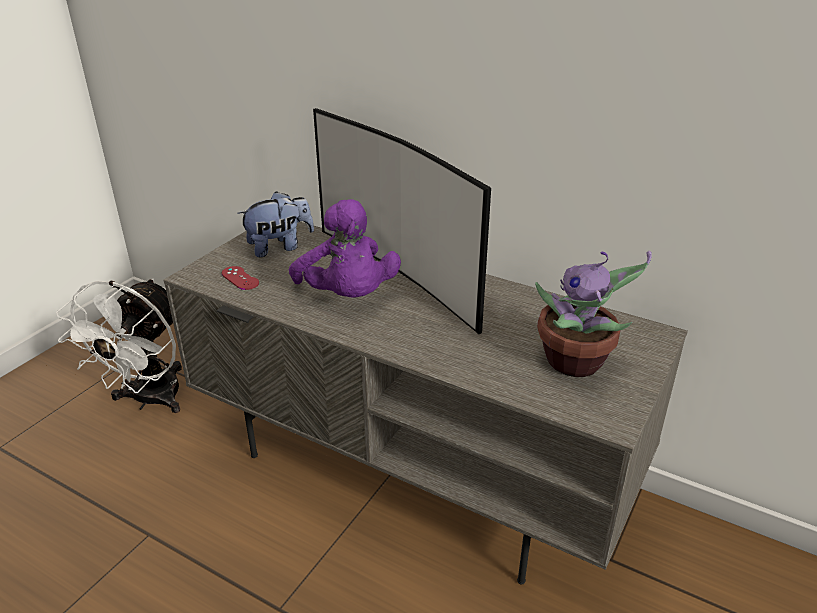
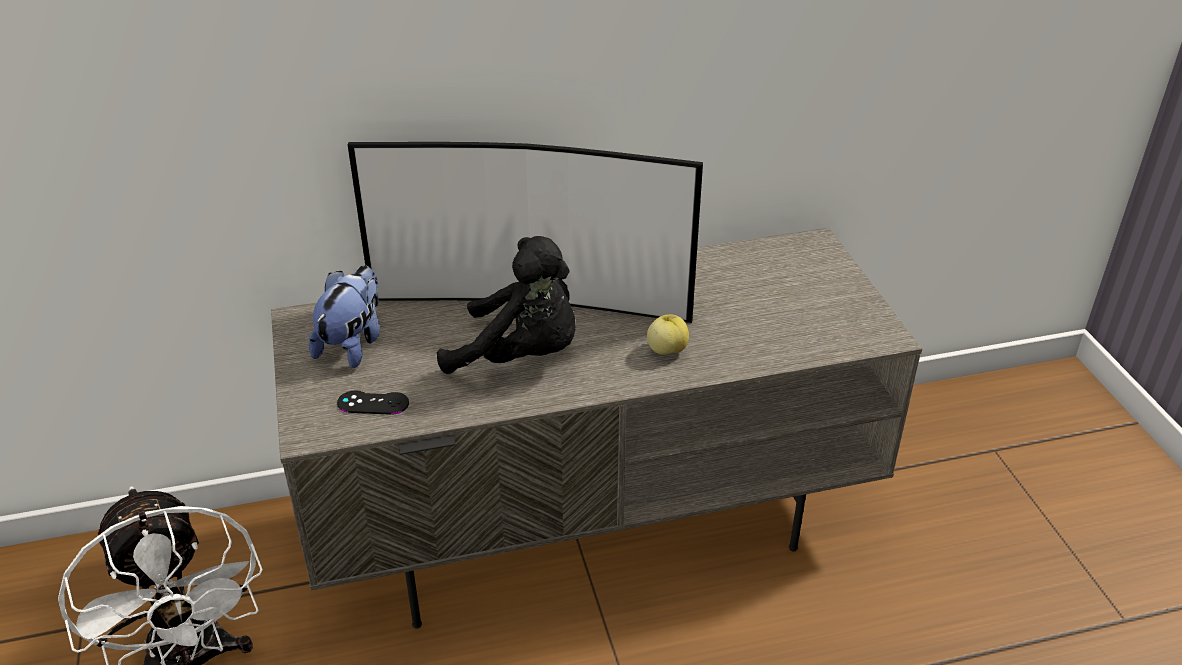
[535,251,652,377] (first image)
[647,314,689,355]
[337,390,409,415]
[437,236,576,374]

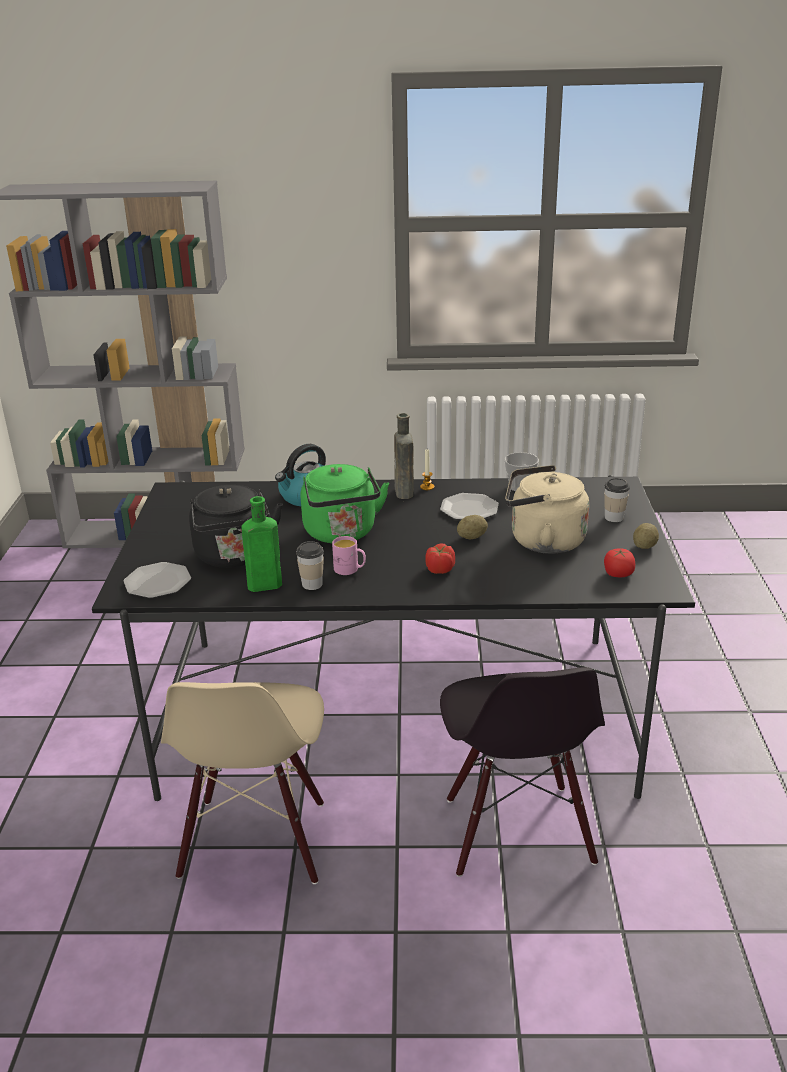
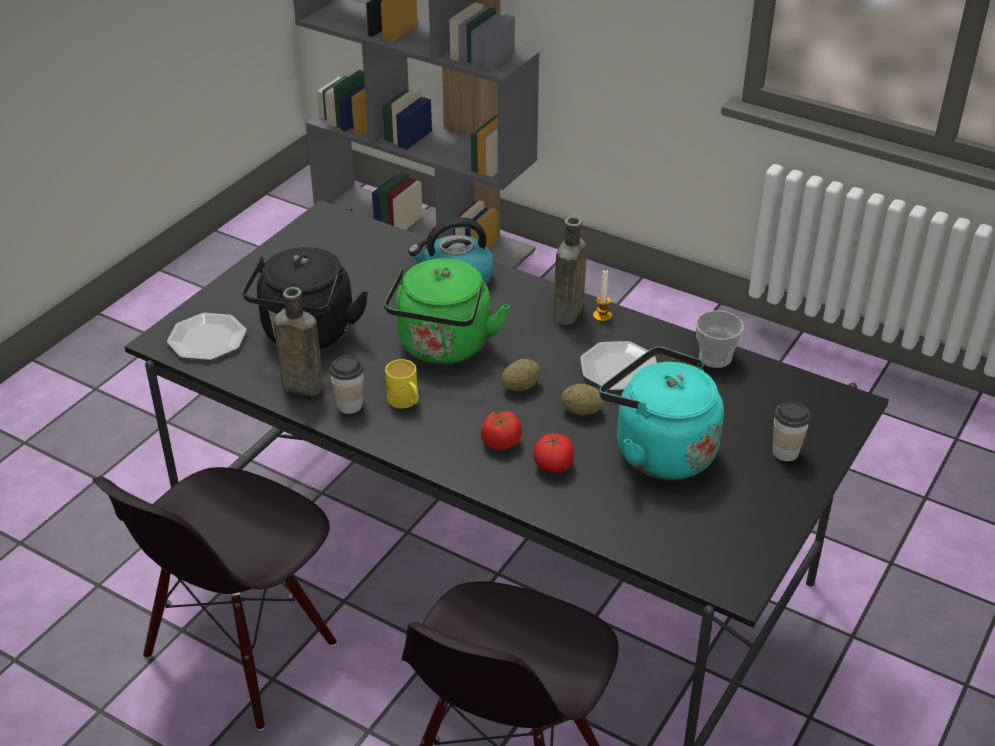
[533,433,574,473]
[501,359,541,391]
[93,467,337,731]
[273,287,323,396]
[385,359,419,409]
[599,347,724,480]

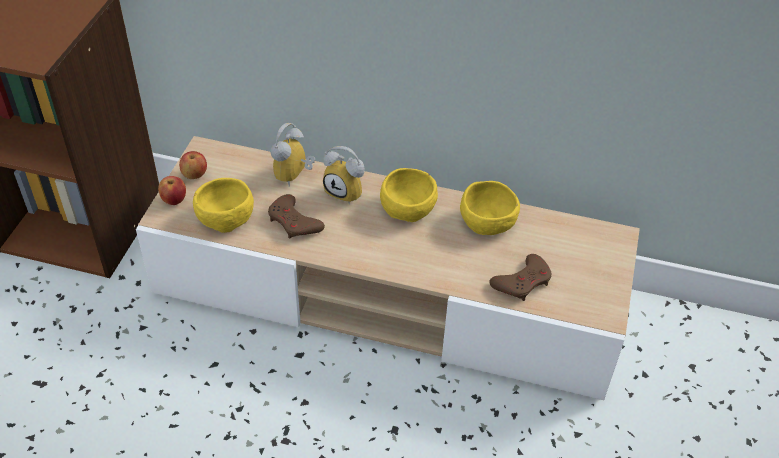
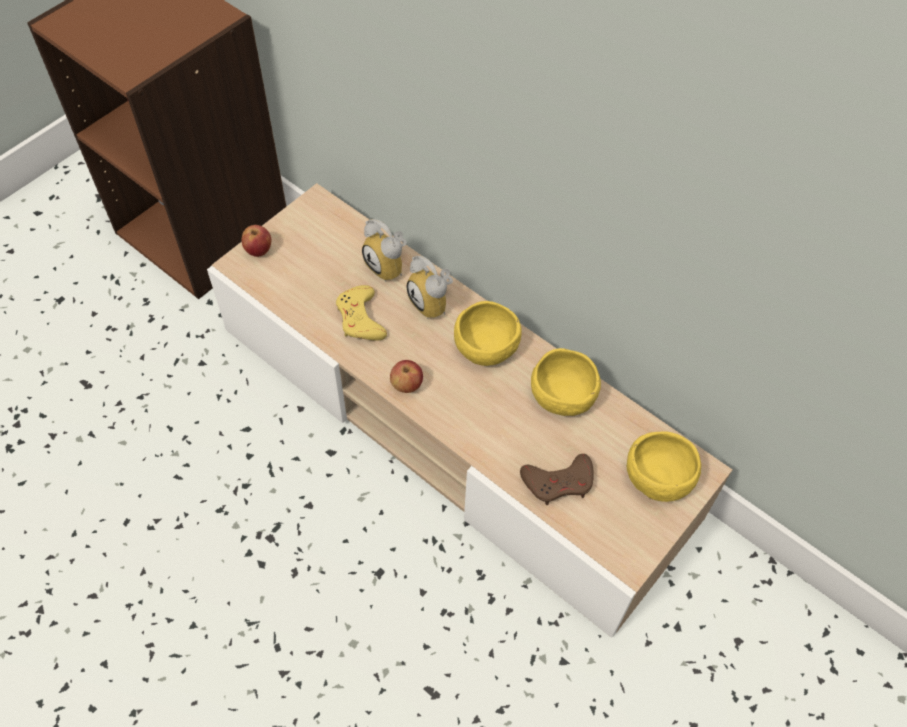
[390,360,423,393]
[627,431,701,502]
[336,285,387,341]
[362,219,407,282]

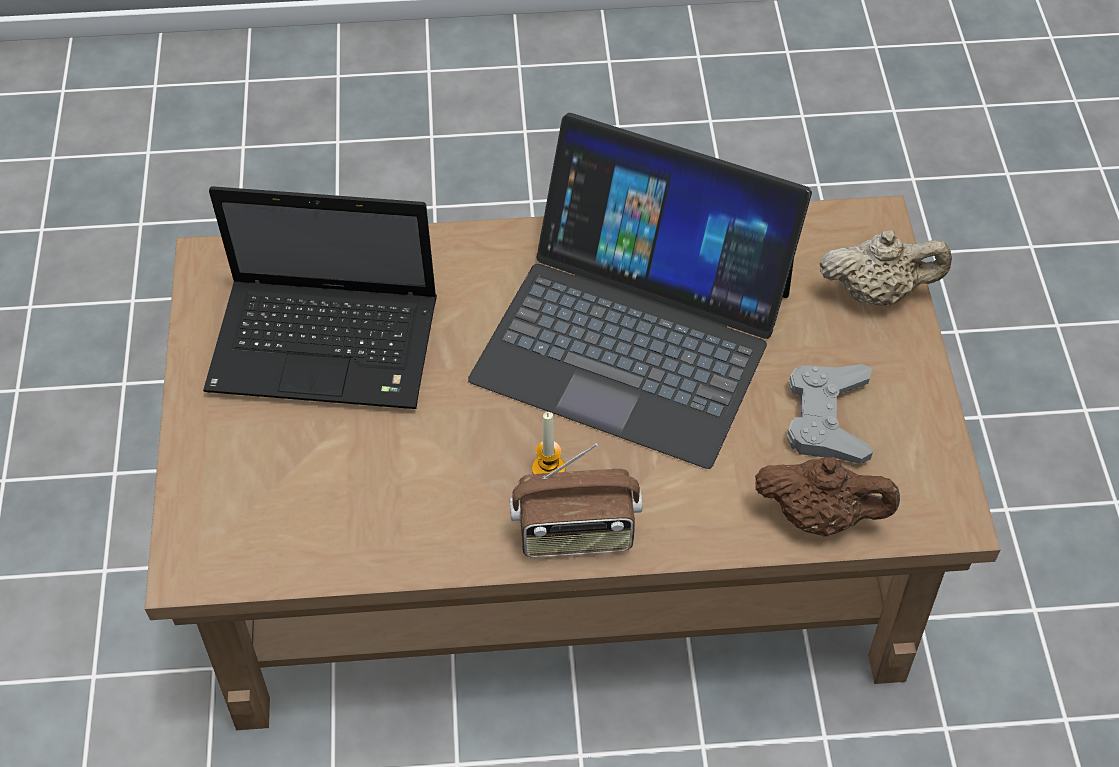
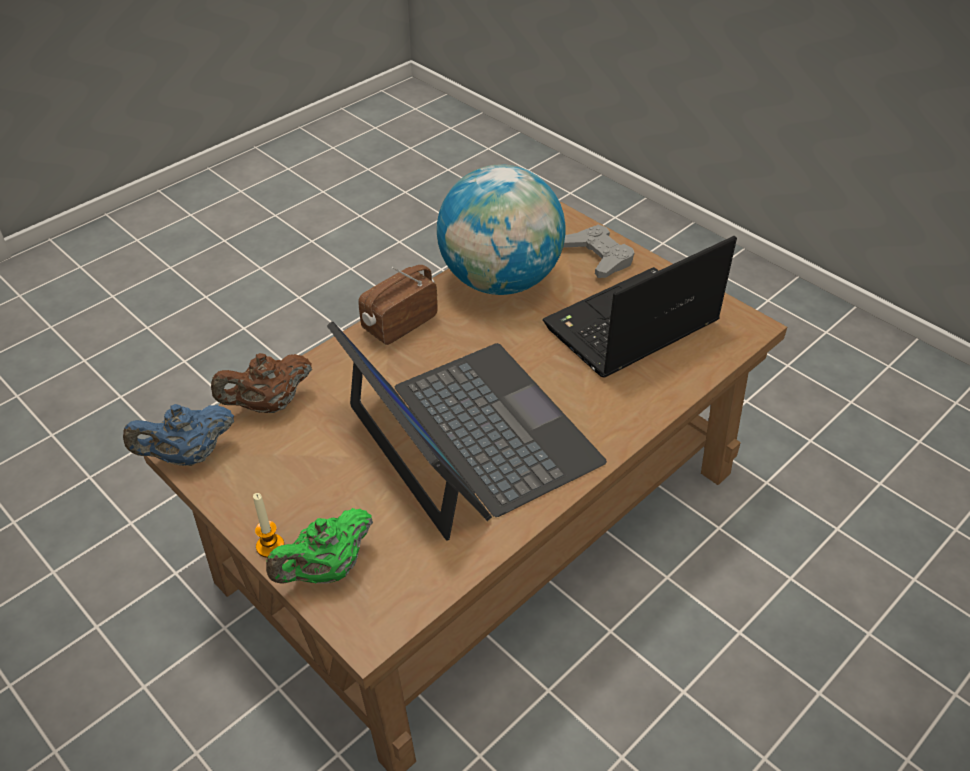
[123,404,234,466]
[437,164,565,295]
[253,493,284,558]
[563,225,634,278]
[266,508,373,584]
[327,321,607,541]

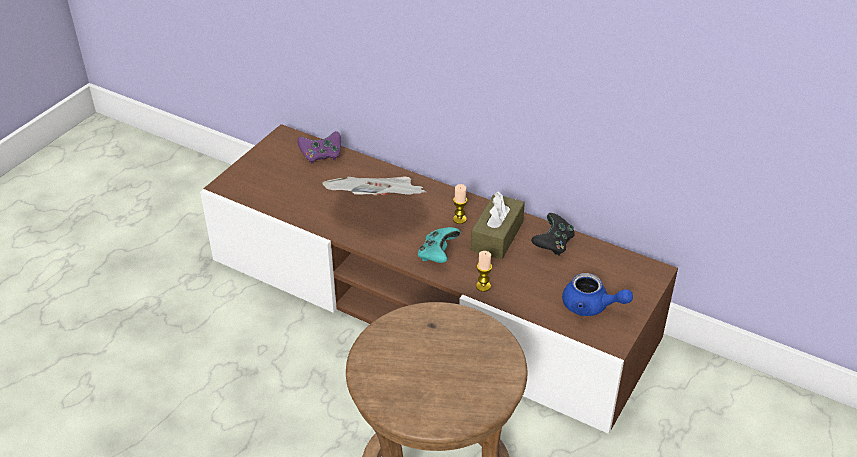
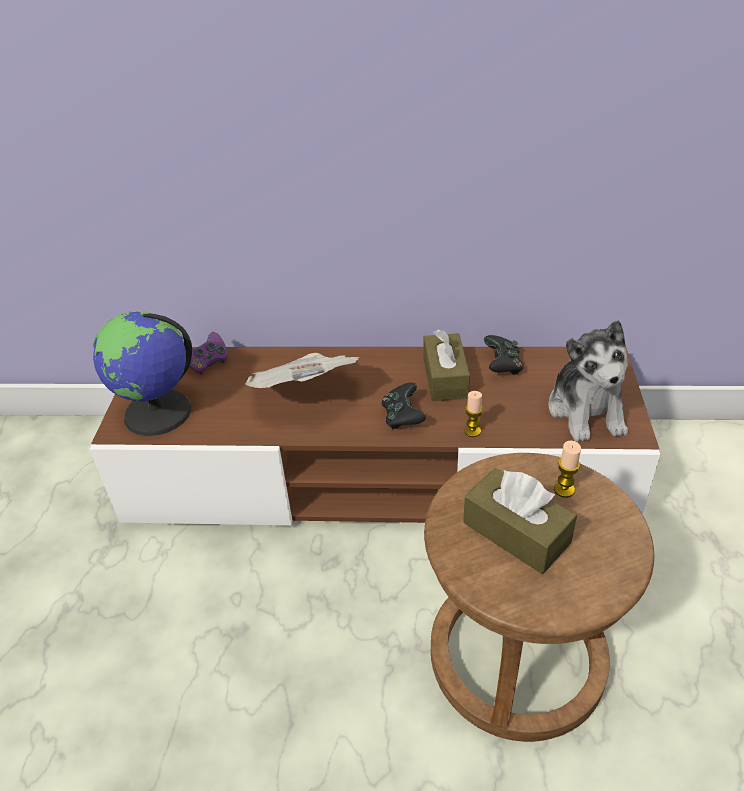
[93,311,192,436]
[463,468,577,574]
[554,441,581,498]
[548,320,628,442]
[382,382,426,429]

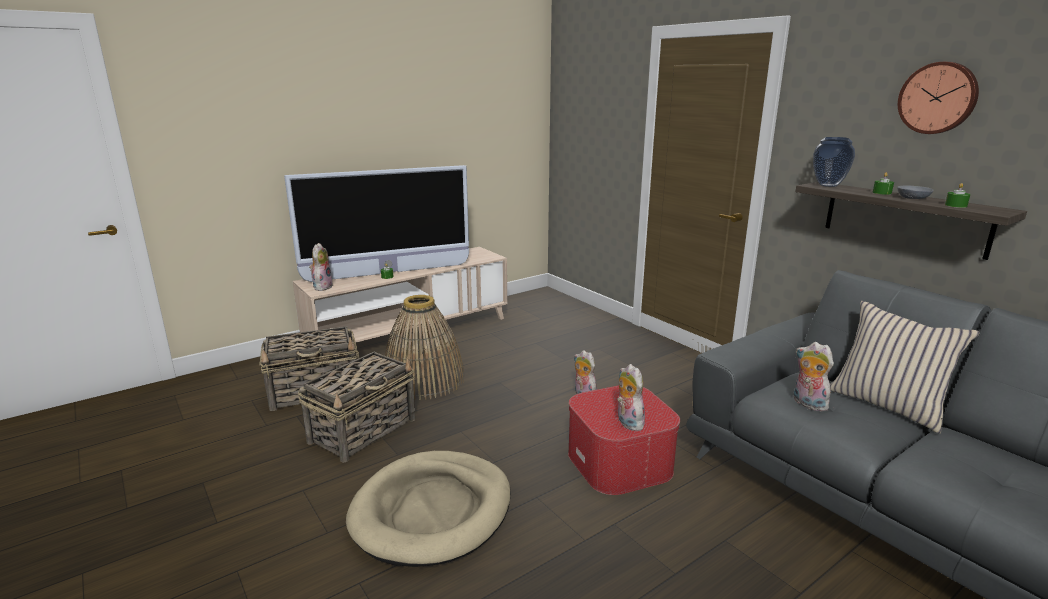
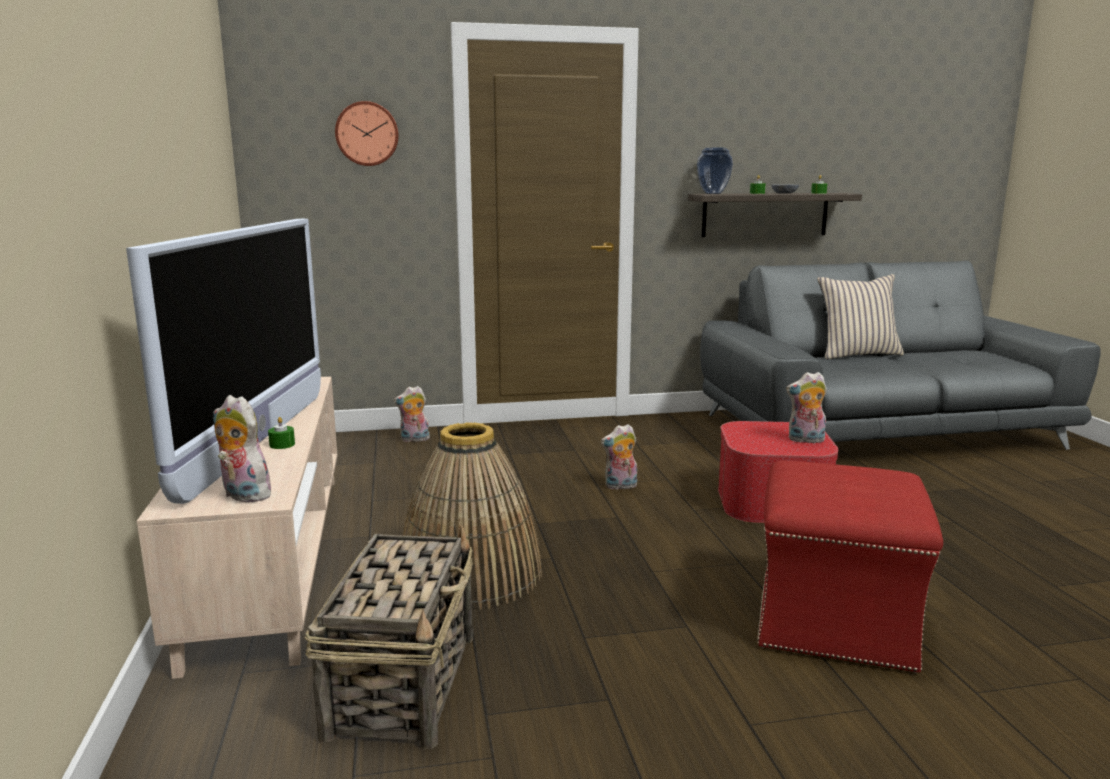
[298,352,416,463] (first image)
[394,386,430,442]
[335,101,399,166]
[757,461,943,673]

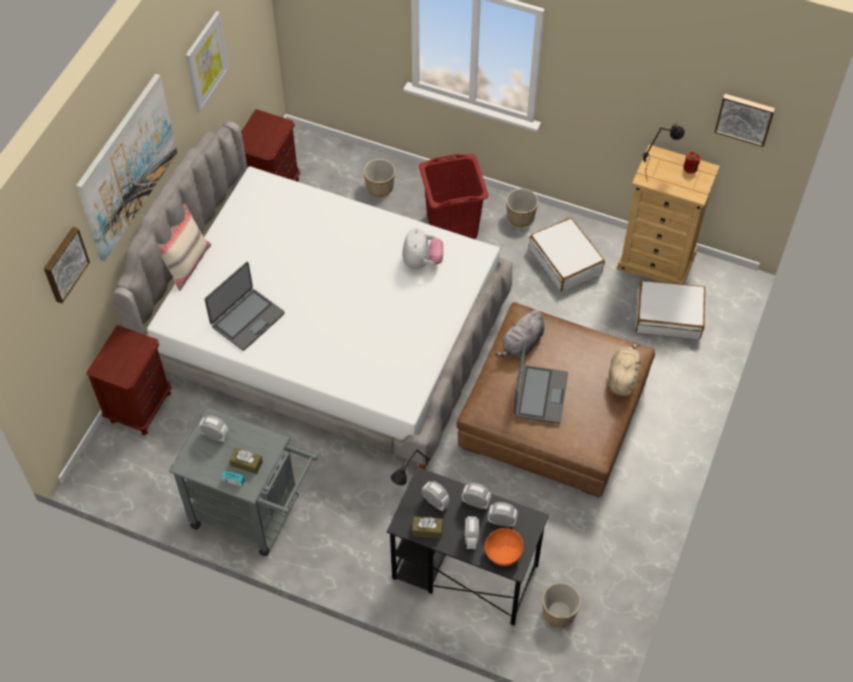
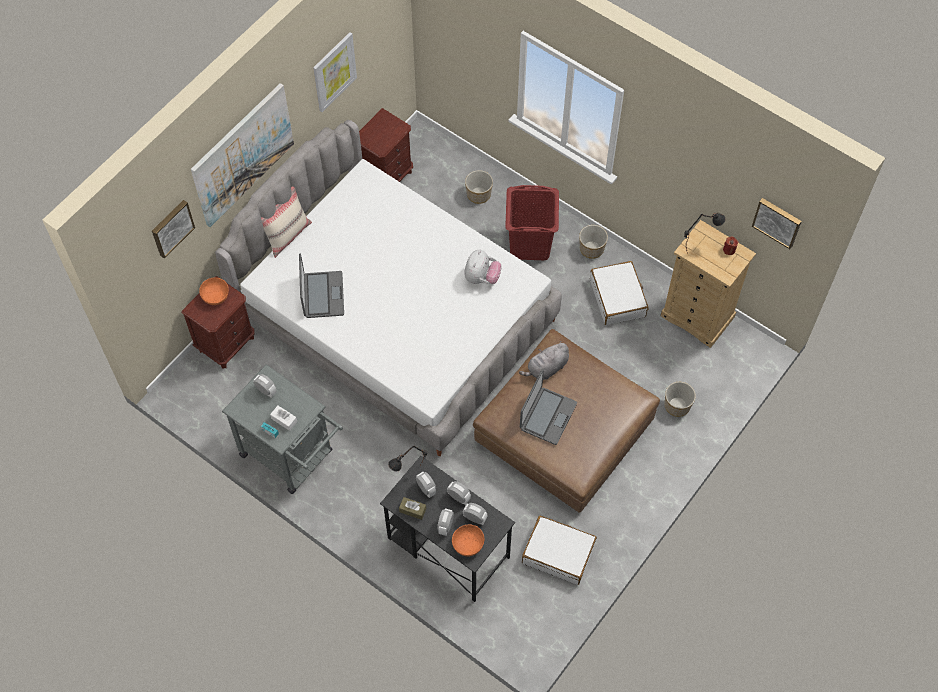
[609,344,641,396] (first image)
[199,277,229,305]
[665,382,696,417]
[522,516,597,585]
[270,405,297,431]
[299,254,344,318]

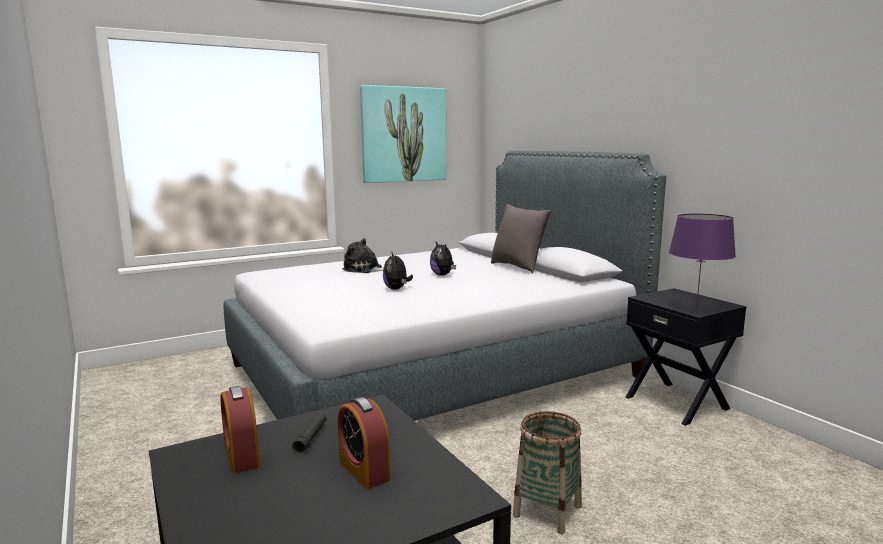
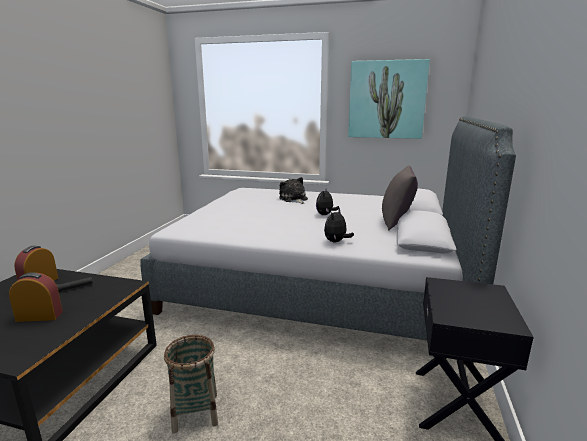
[669,214,736,308] (first image)
[324,208,354,242]
[9,272,63,322]

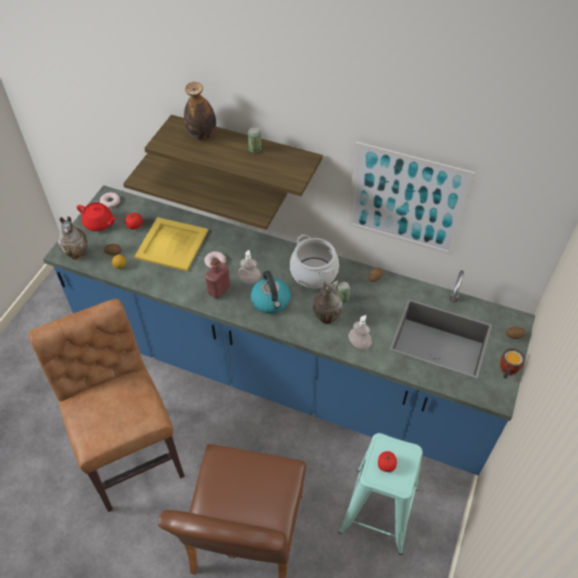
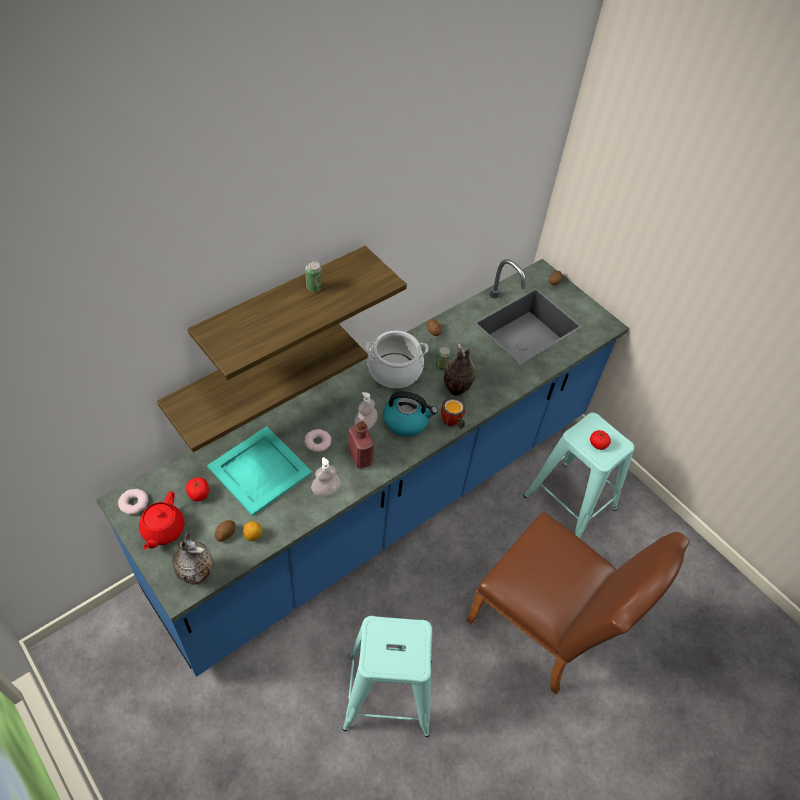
[184,82,216,140] (first image)
[348,142,475,255] (first image)
[311,457,341,497]
[441,396,466,429]
[342,616,432,737]
[207,426,312,516]
[139,491,184,550]

